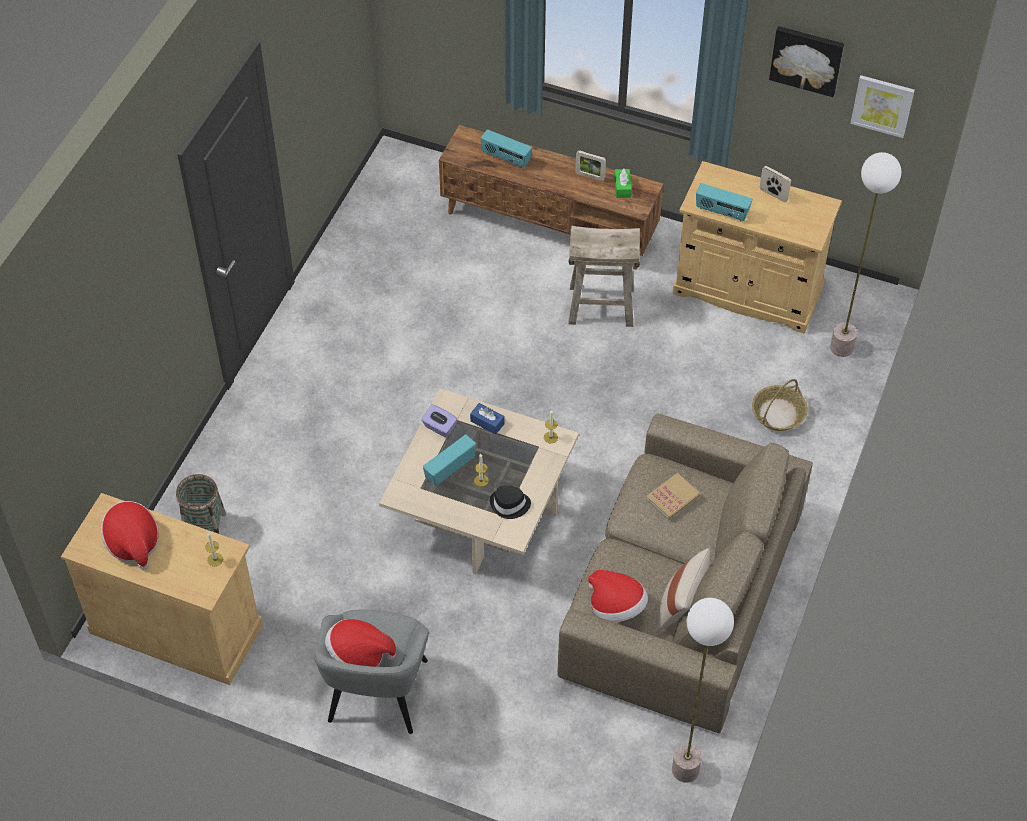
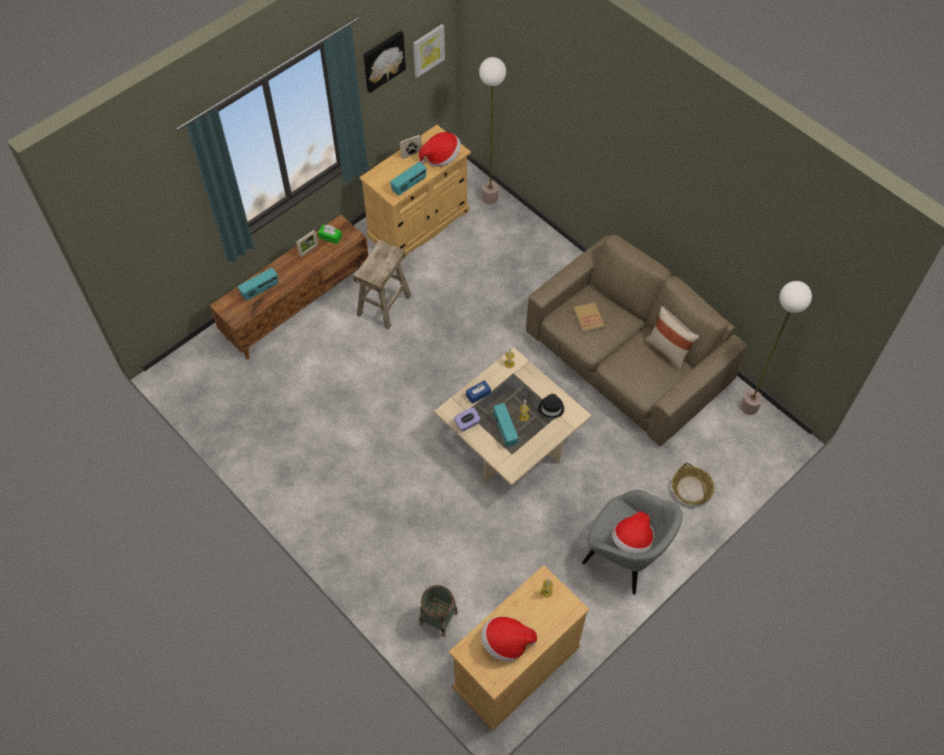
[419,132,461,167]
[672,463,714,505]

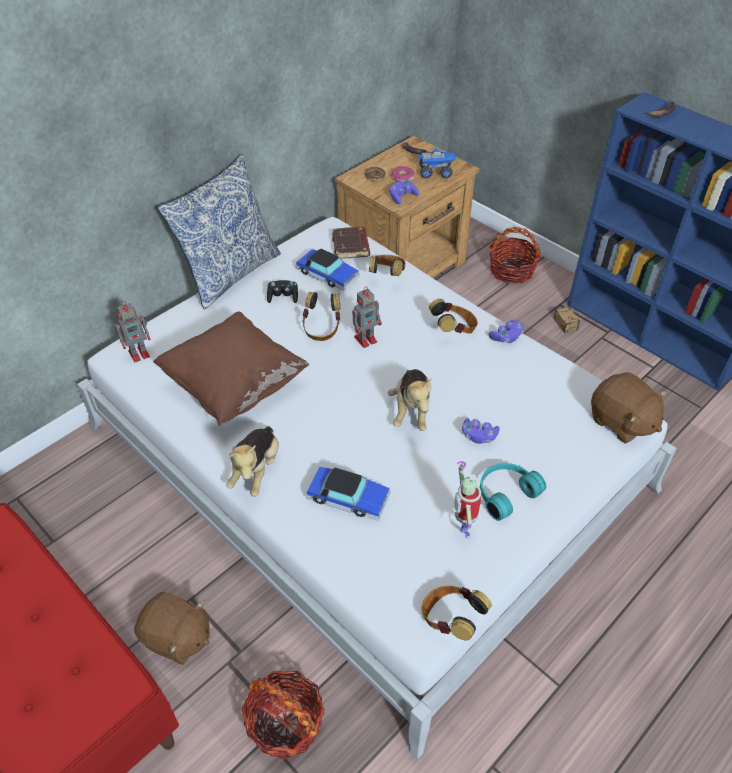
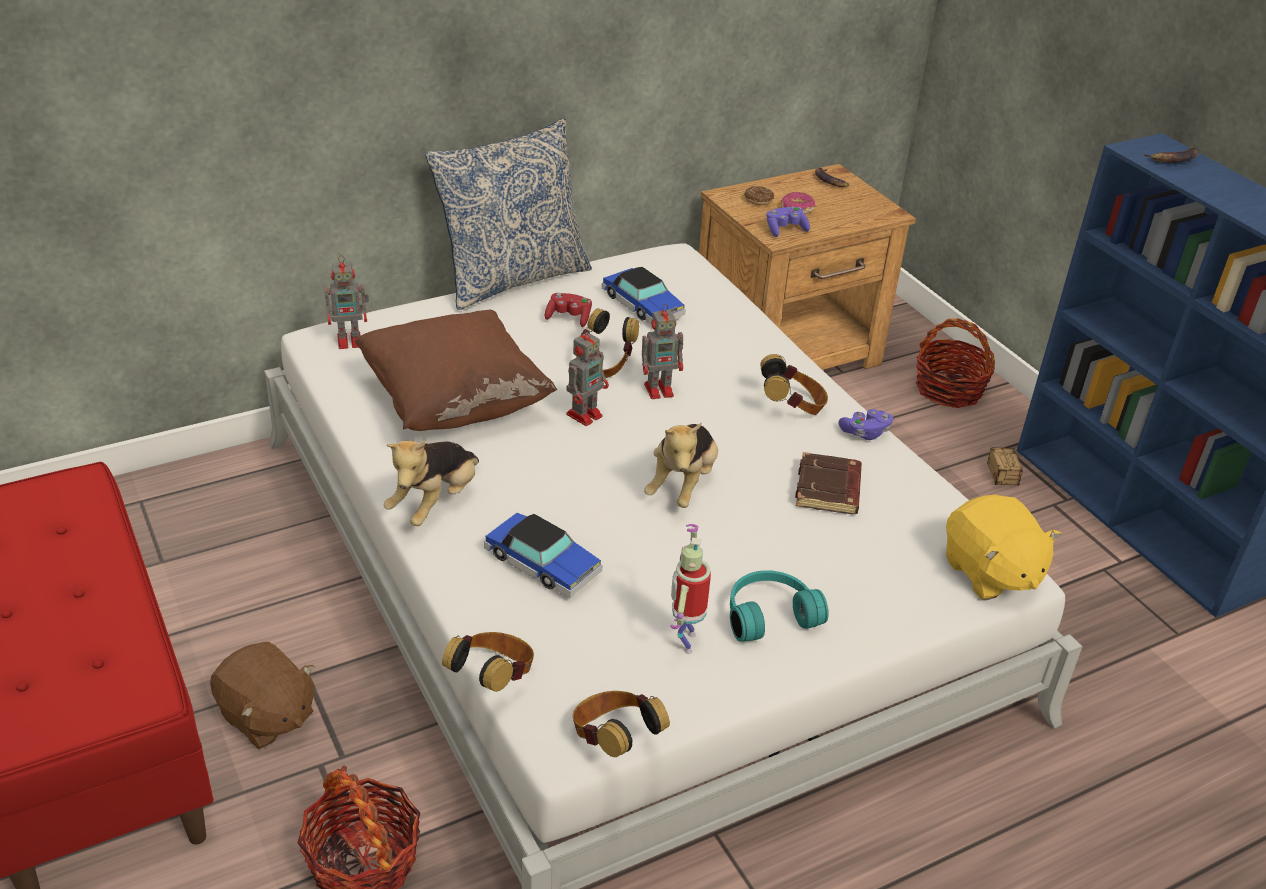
[418,147,457,179] (first image)
[462,418,499,444] (first image)
[566,327,609,426]
[795,452,862,514]
[442,632,534,692]
[545,293,592,327]
[946,494,1061,600]

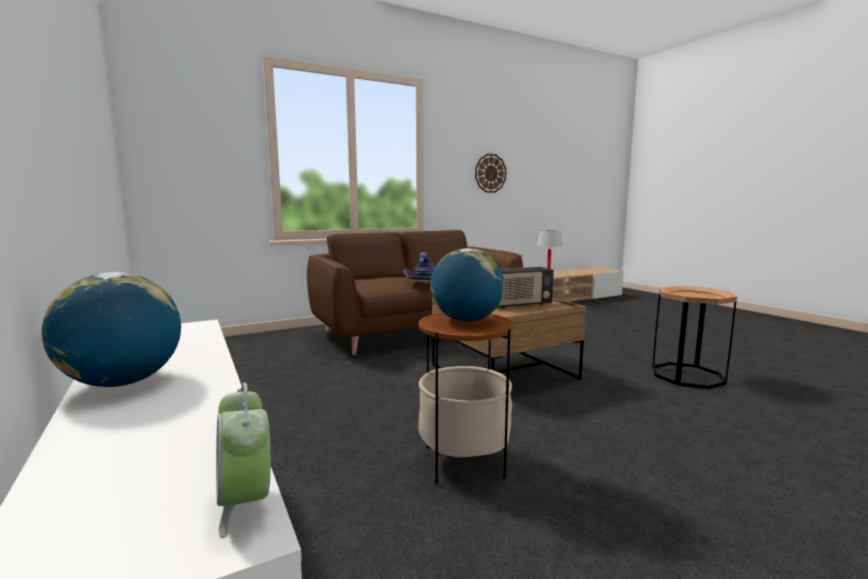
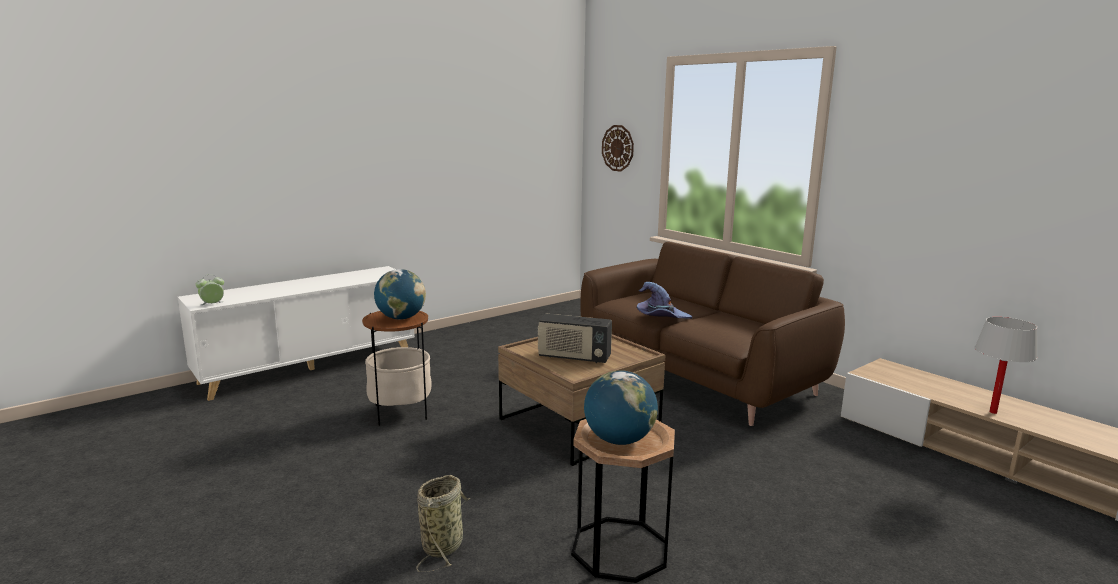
[416,475,471,572]
[584,370,658,445]
[602,125,634,172]
[538,314,612,363]

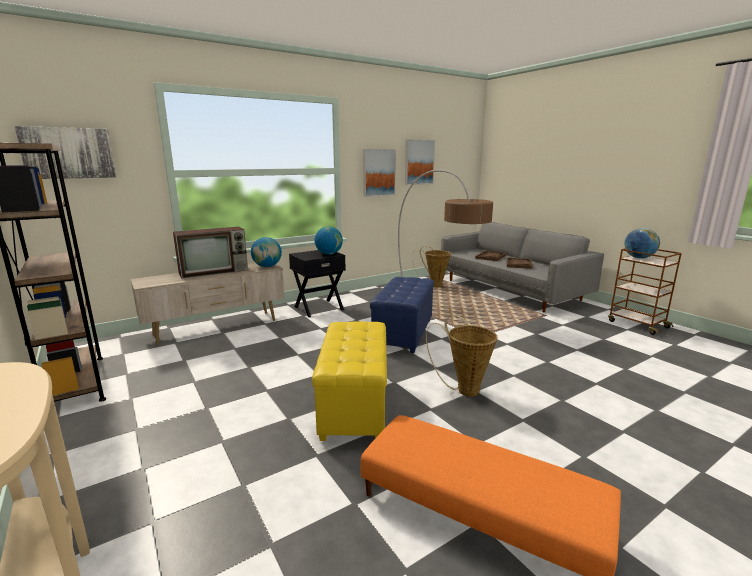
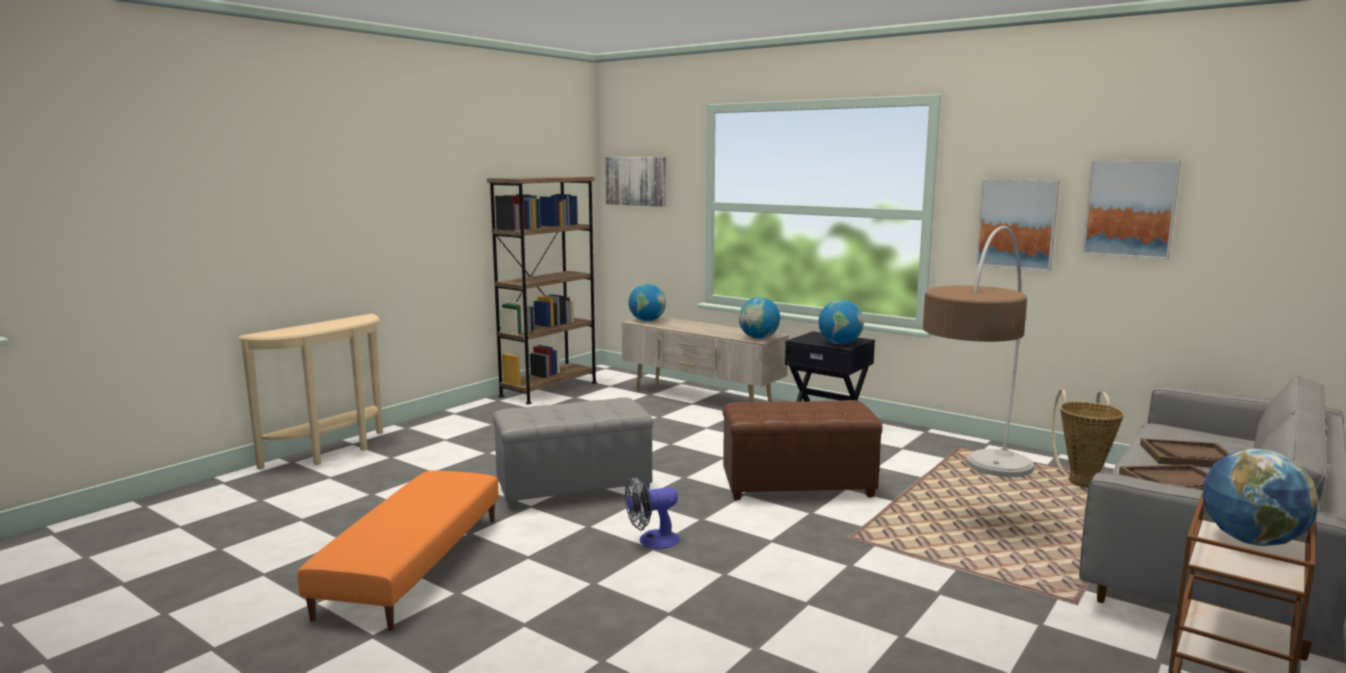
[173,227,248,279] (first image)
[628,284,666,321]
[625,475,680,549]
[492,398,653,510]
[722,400,882,500]

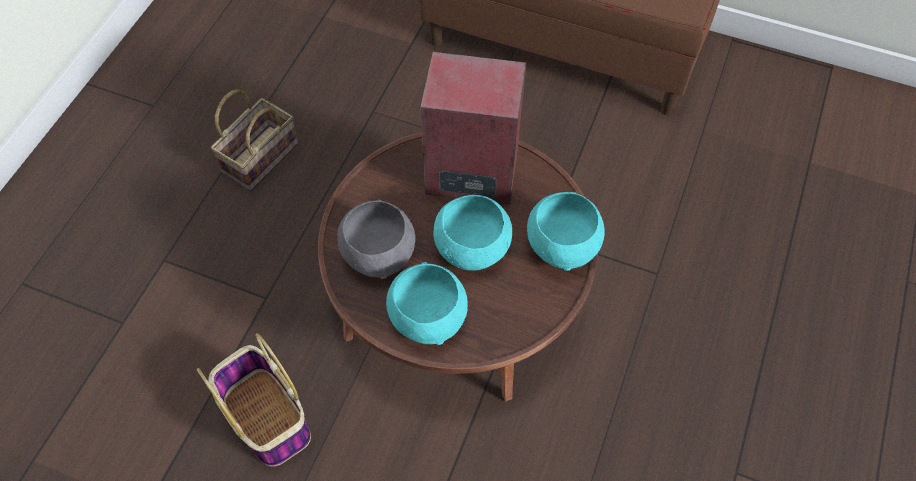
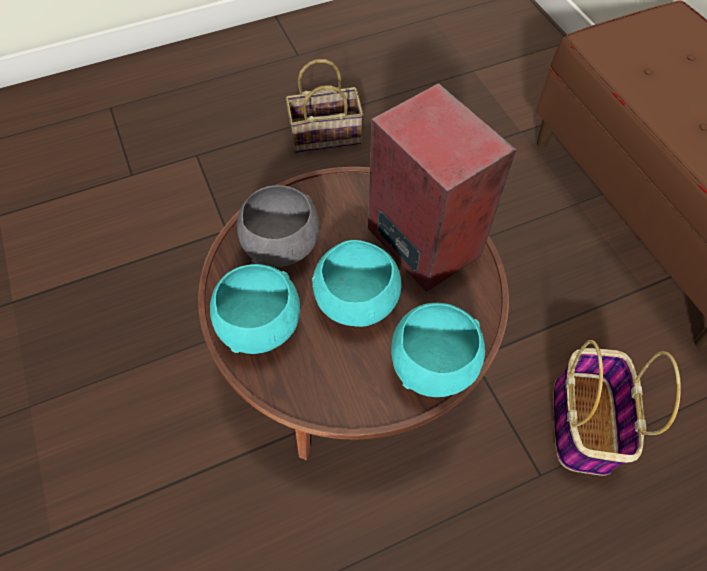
[553,340,681,476]

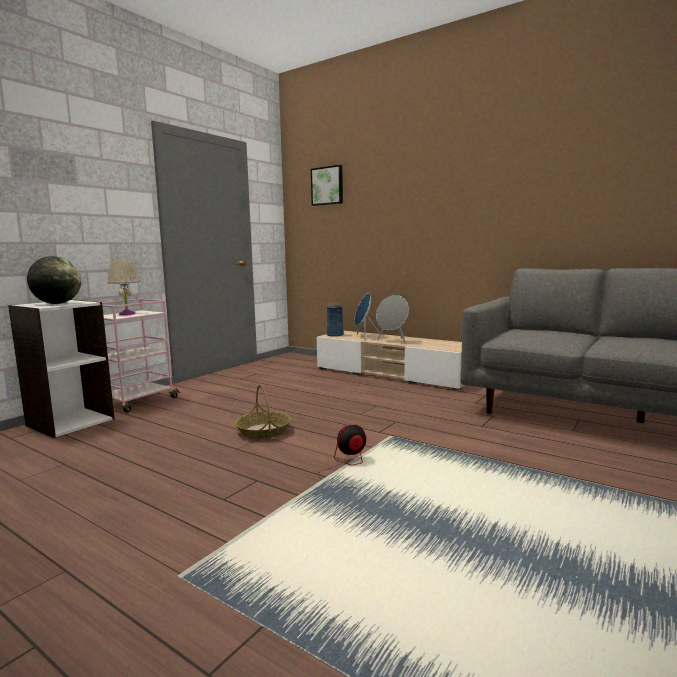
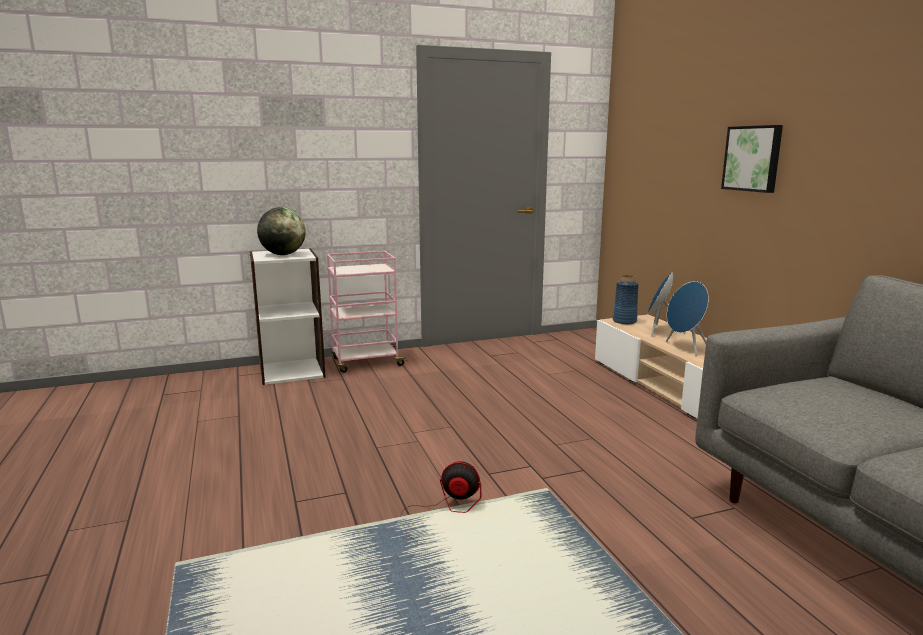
[108,259,140,315] (first image)
[235,384,291,439] (first image)
[721,125,783,193]
[666,281,709,356]

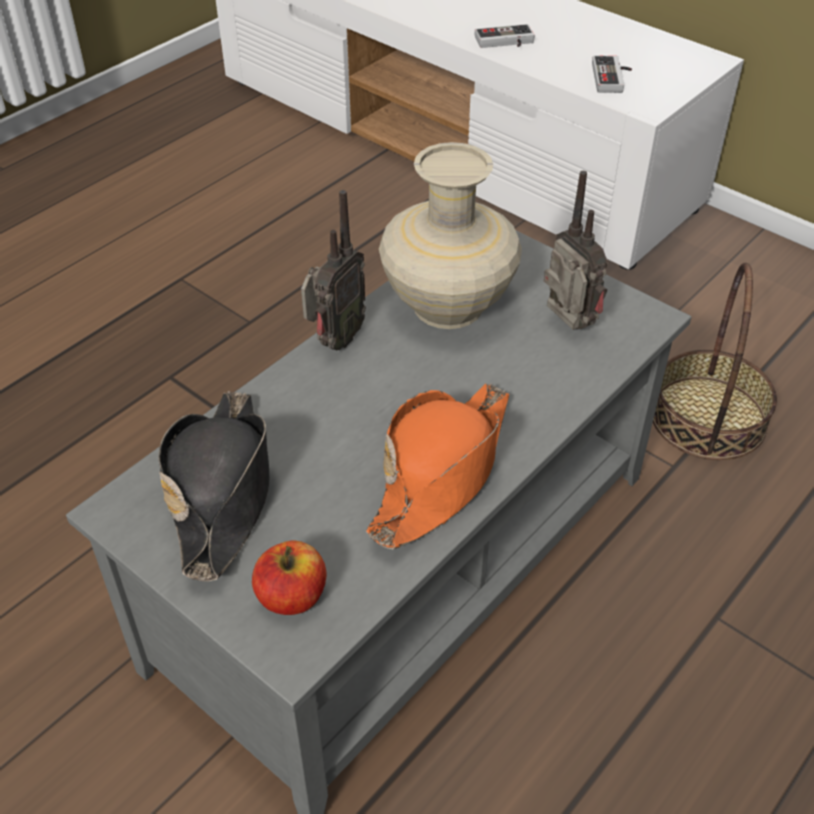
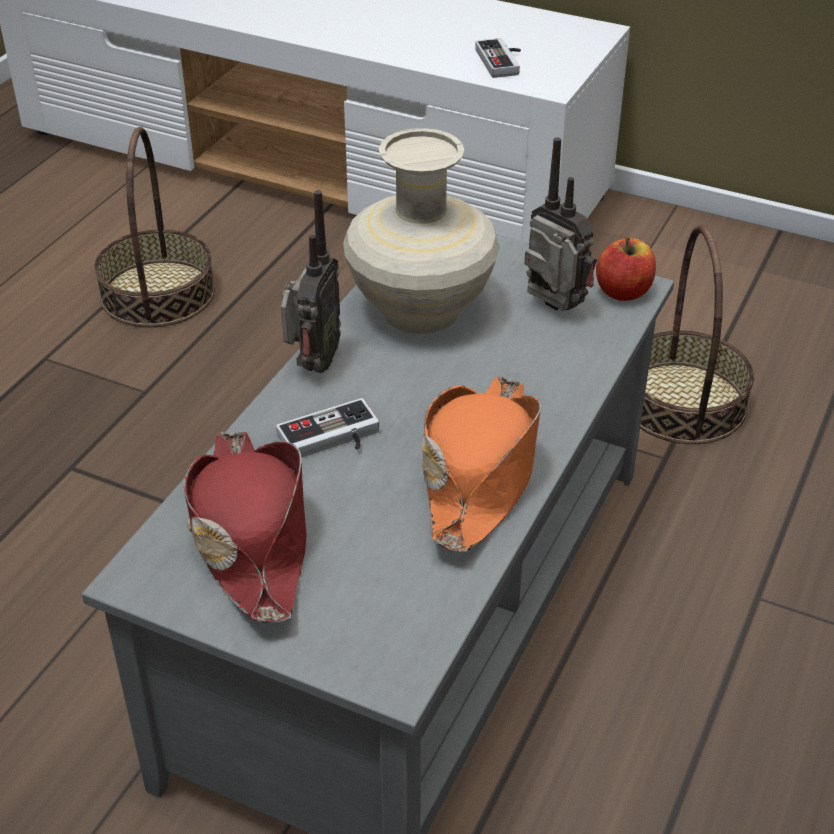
[94,127,215,327]
[596,237,656,301]
[276,398,379,458]
[184,431,307,623]

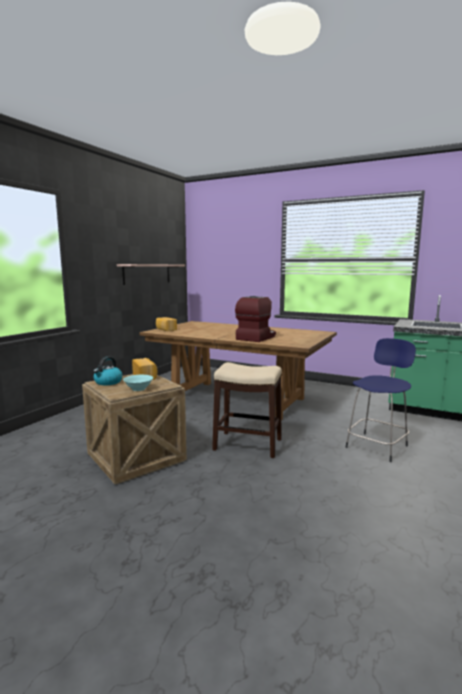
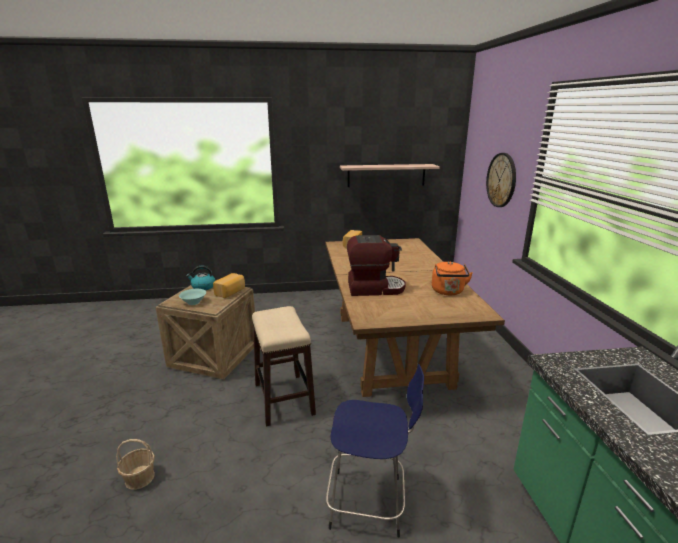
[116,439,155,490]
[432,261,473,296]
[486,153,516,207]

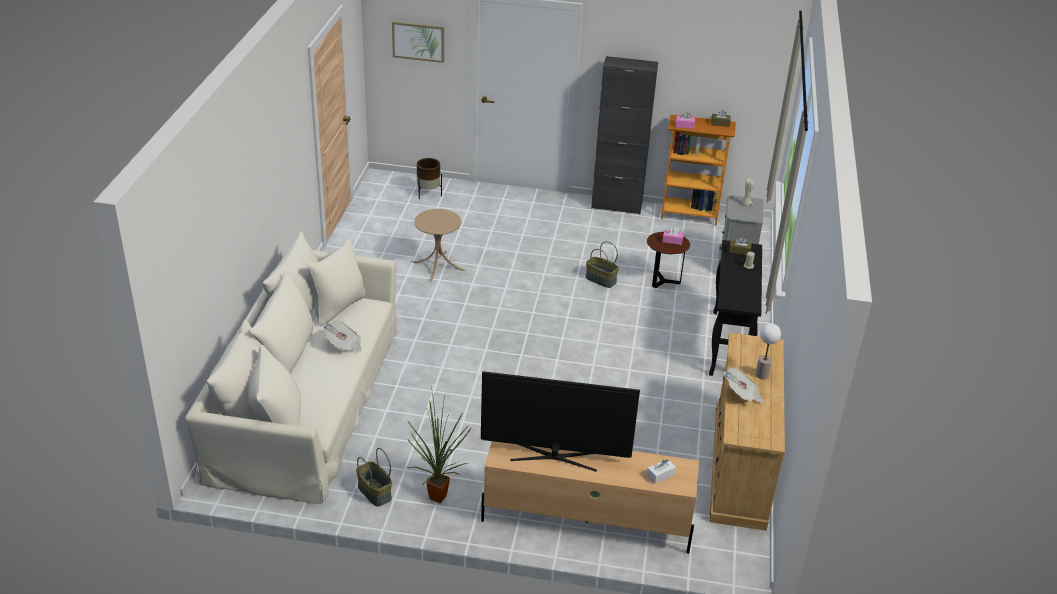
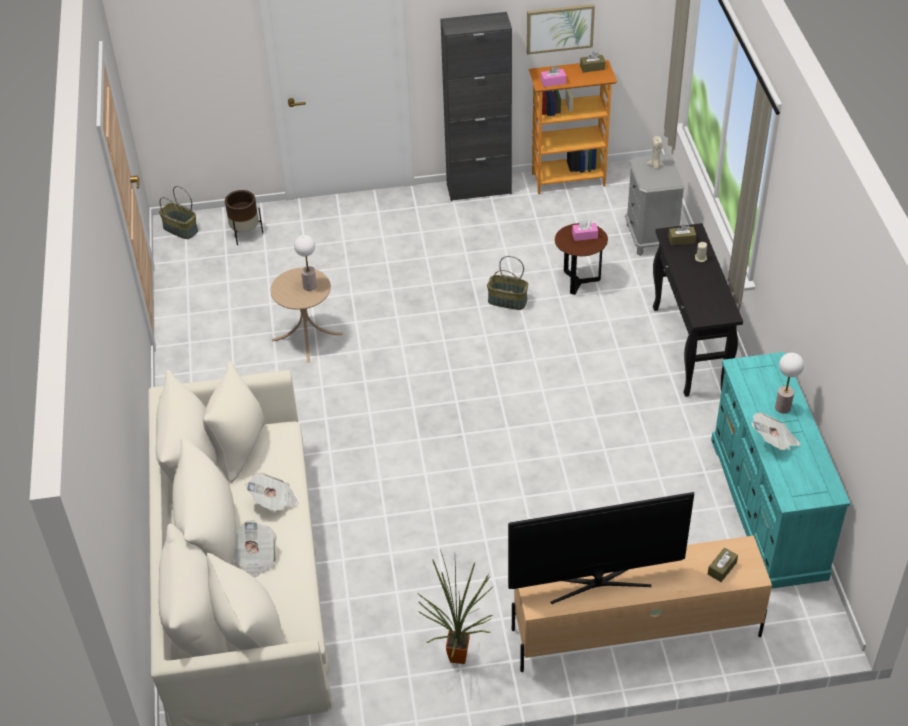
[233,520,277,578]
[294,235,317,291]
[159,186,198,239]
[527,4,595,55]
[708,548,738,582]
[711,352,850,589]

